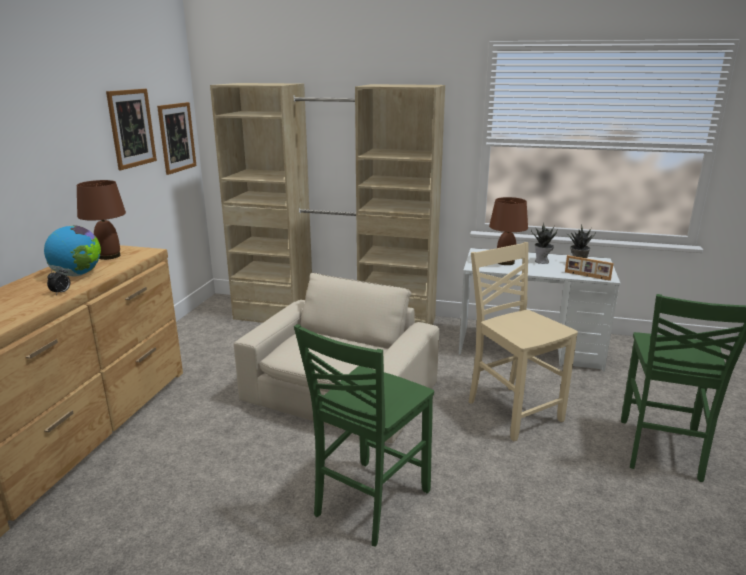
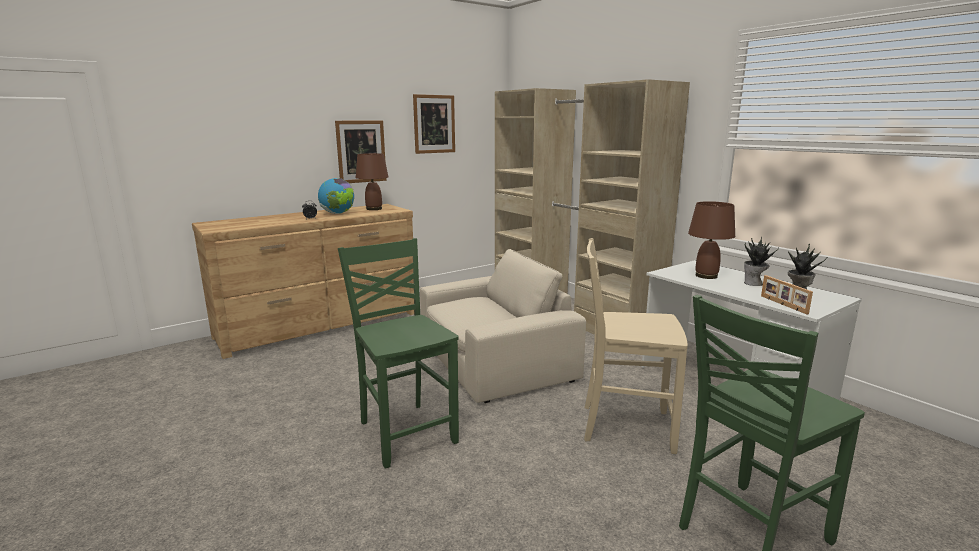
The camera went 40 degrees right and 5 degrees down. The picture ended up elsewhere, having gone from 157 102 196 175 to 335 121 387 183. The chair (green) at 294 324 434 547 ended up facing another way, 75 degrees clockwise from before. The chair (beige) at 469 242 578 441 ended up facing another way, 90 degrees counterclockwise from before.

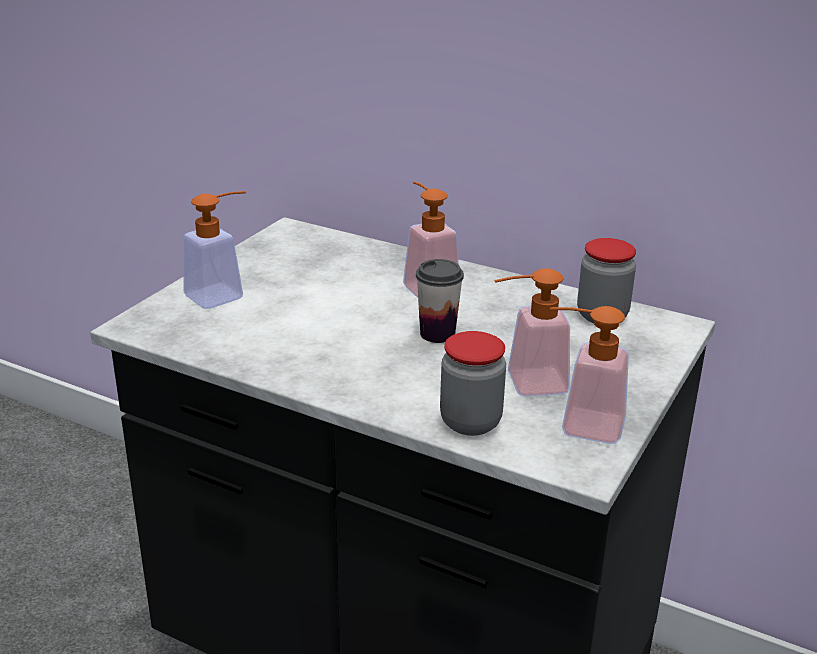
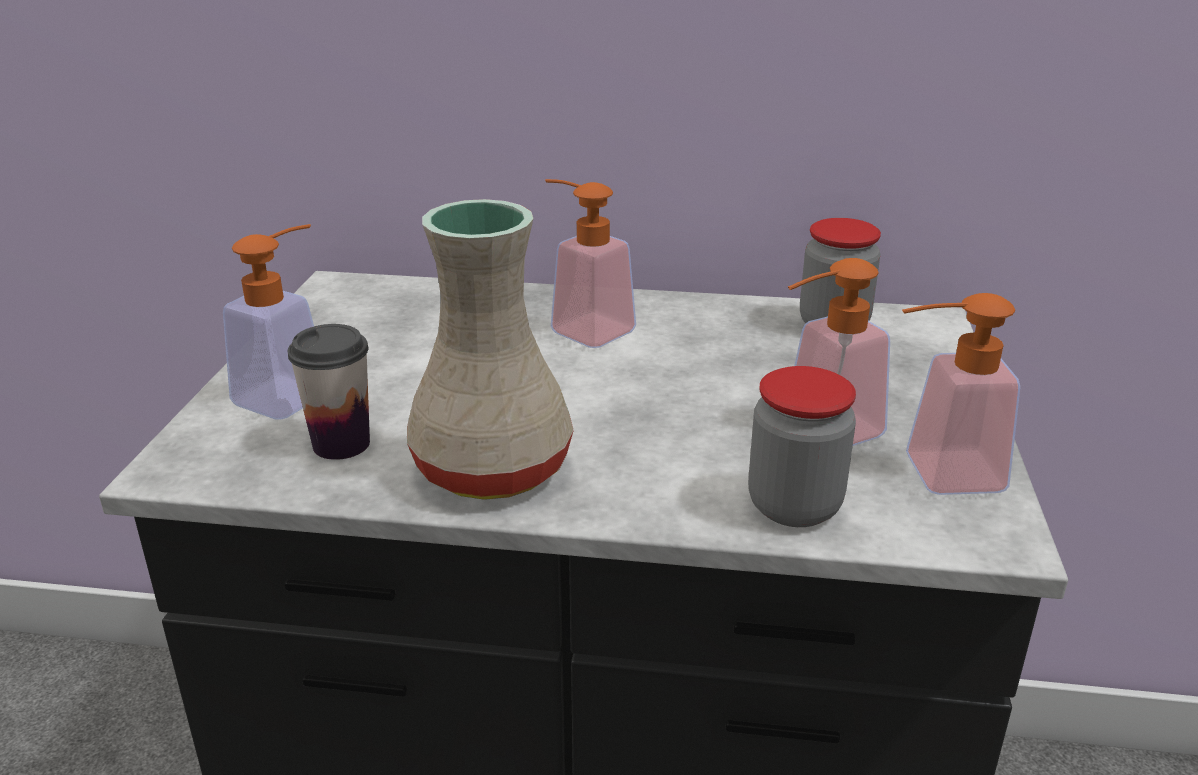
The camera went 20 degrees left and 0 degrees up. The cup ended up elsewhere, having gone from 416 259 464 343 to 288 324 370 460. The second view gained the vase (beige) at 407 199 574 500.

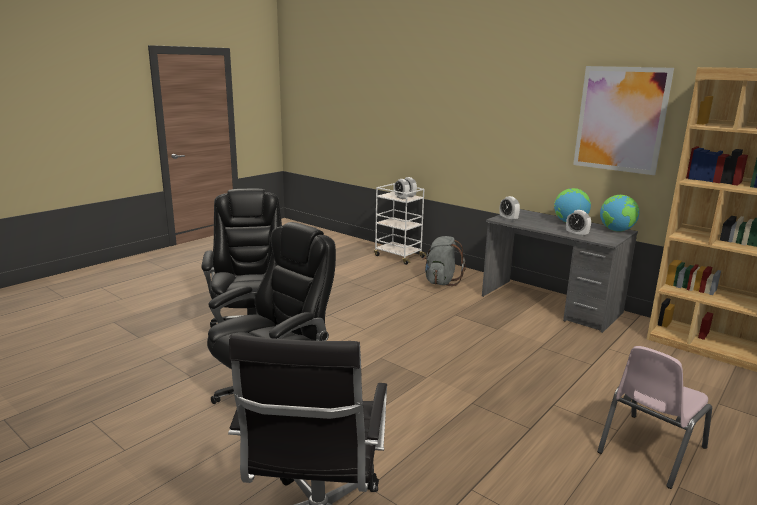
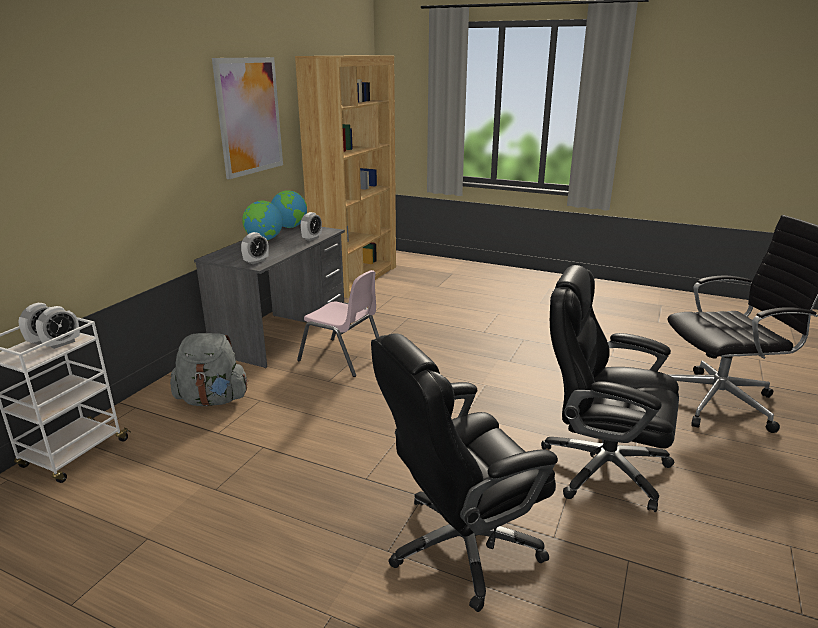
The camera went 105 degrees left and 5 degrees up. The chair (pink) ended up elsewhere, having gone from 597 346 712 489 to 297 270 379 377.

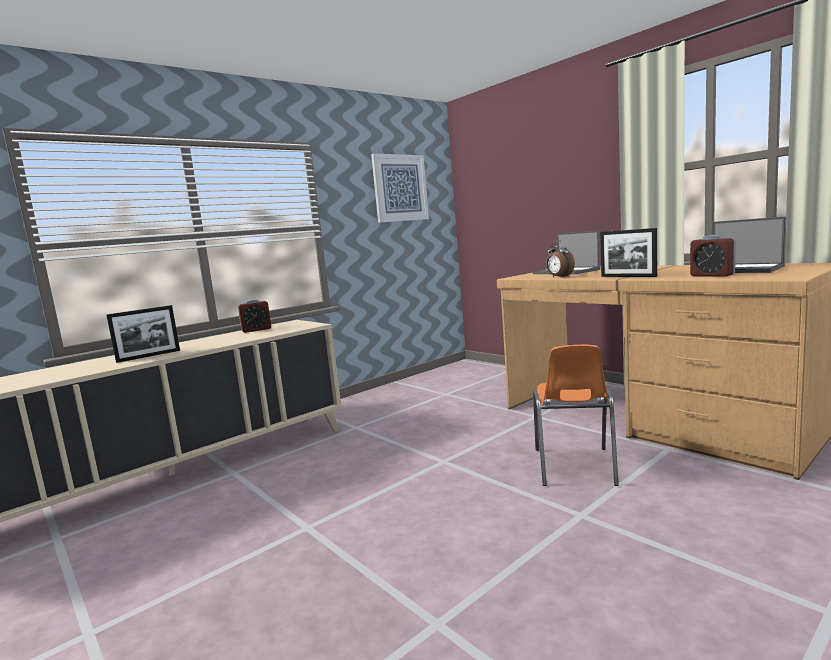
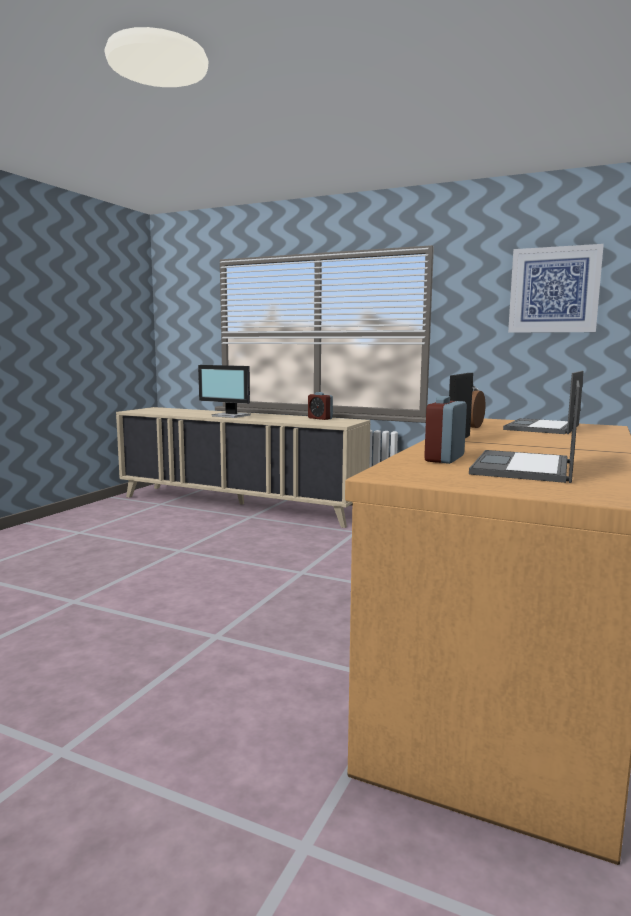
The camera went 65 degrees right and 0 degrees up. Where the picture frame stood at 106 305 180 363, the monitor came to stand at 198 365 251 418. The second view lost the chair (orange) at 533 345 619 486.

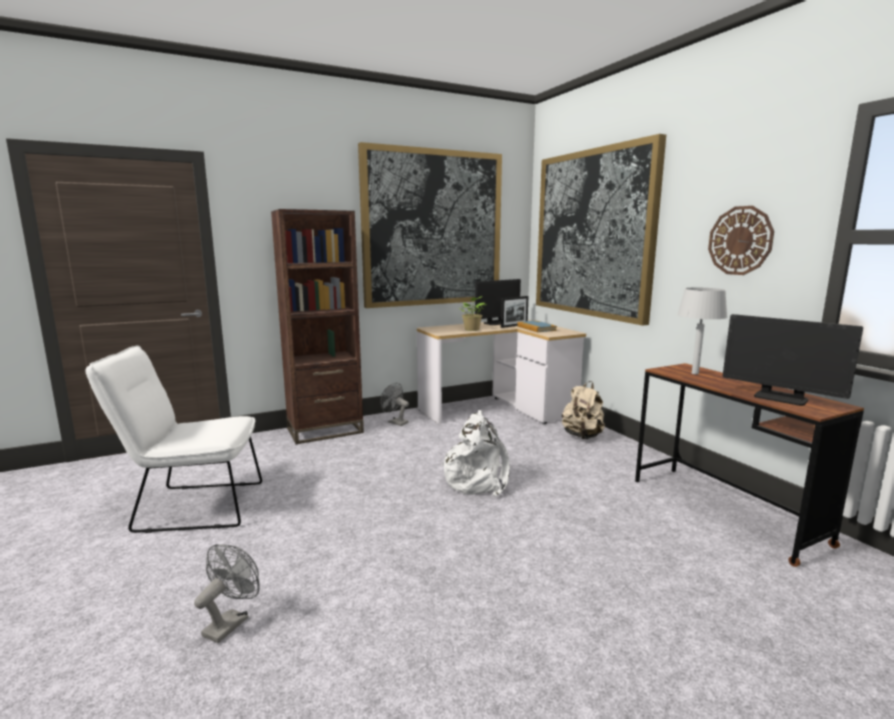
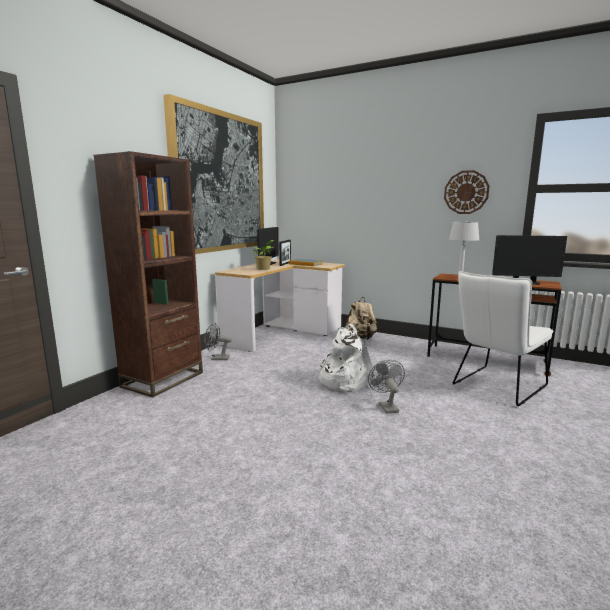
The camera went 35 degrees left and 0 degrees up. The chair (white) ended up elsewhere, having gone from 85 345 262 533 to 453 271 554 406. The fan (grey) ended up elsewhere, having gone from 194 544 260 643 to 368 360 405 414. The second view lost the picture at 536 134 666 326.

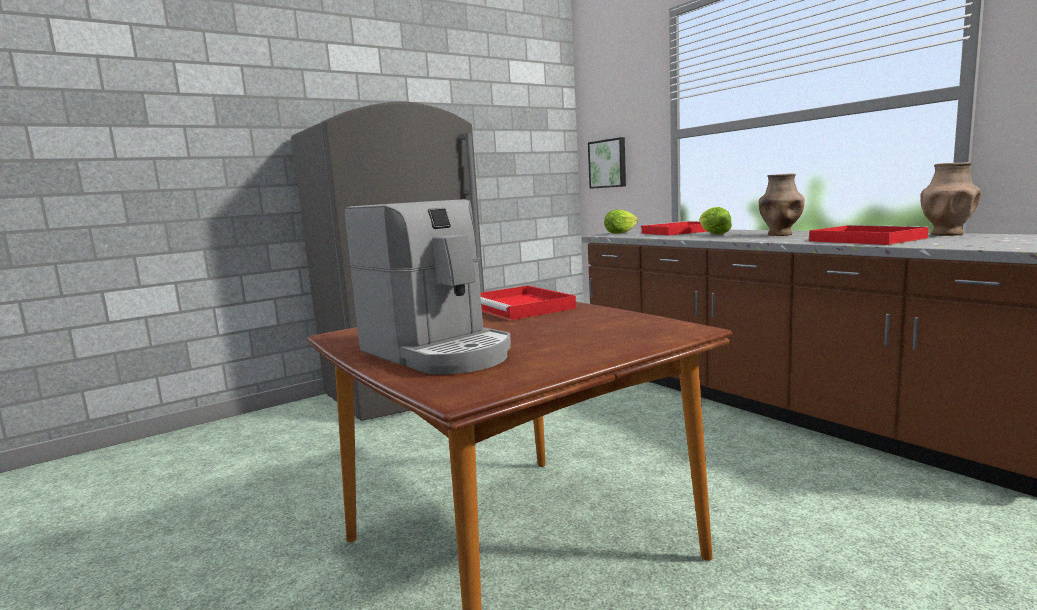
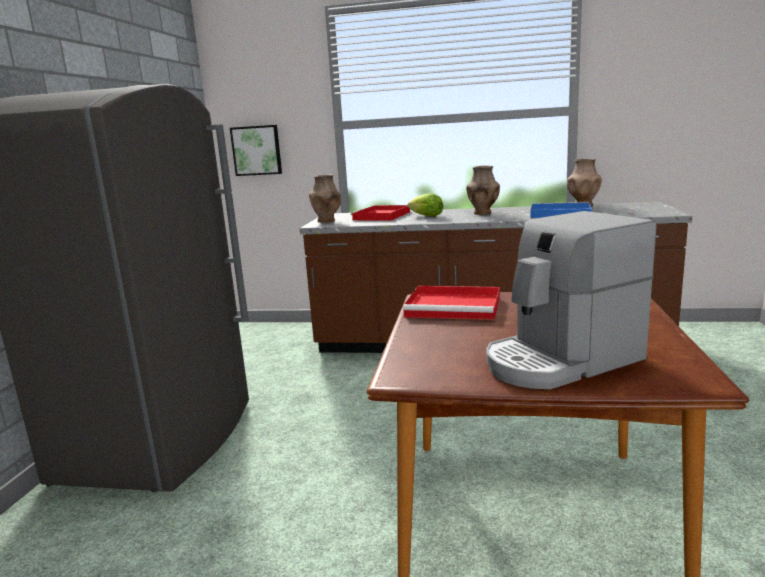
The camera went 45 degrees left and 5 degrees up. The coffee machine at 344 199 511 375 ended up facing another way, 150 degrees clockwise from before. Where the lettuce stood at 604 210 638 234, the vase (brown) came to stand at 309 174 341 223. What was the tray (red) at 809 225 930 245 turned into the tray (blue) at 530 202 592 218.

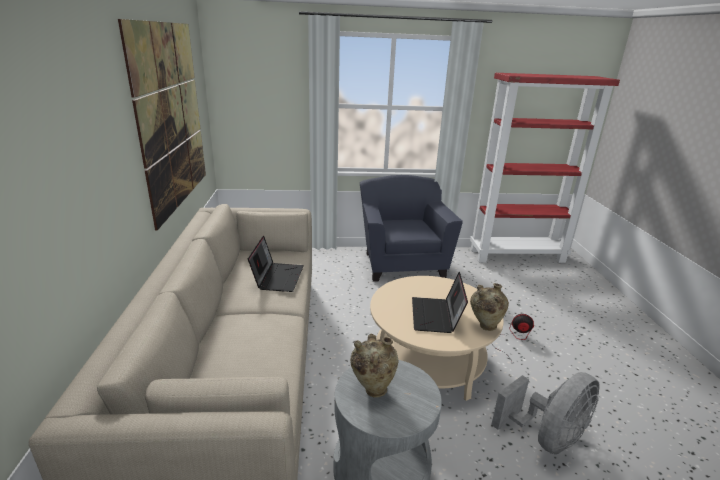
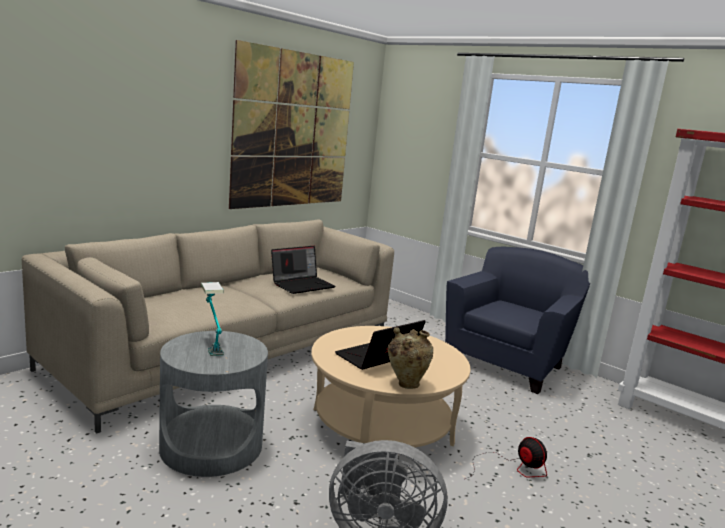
The camera went 45 degrees right and 10 degrees down. Where the vase (beige) stood at 350 333 399 398, the table lamp came to stand at 201 282 224 356.

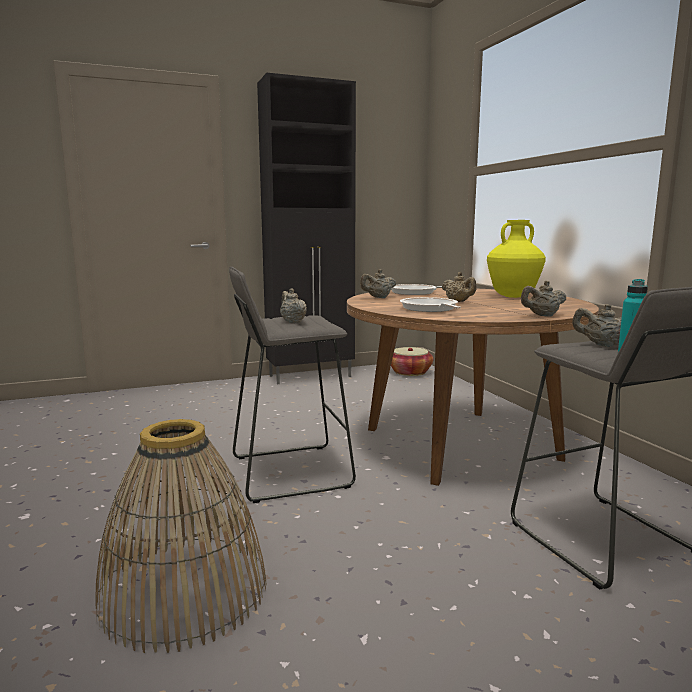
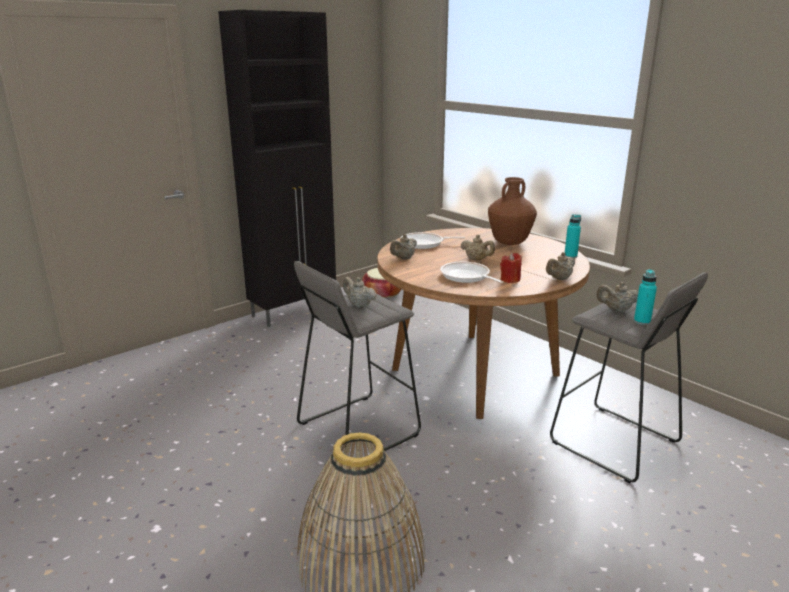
The camera went 20 degrees left and 10 degrees up. What was the vase (yellow) at 487 220 546 298 turned into the vase (brown) at 488 177 537 245. The second view gained the candle (red) at 500 253 522 283. The second view gained the bottle (turquoise) at 565 214 581 258.

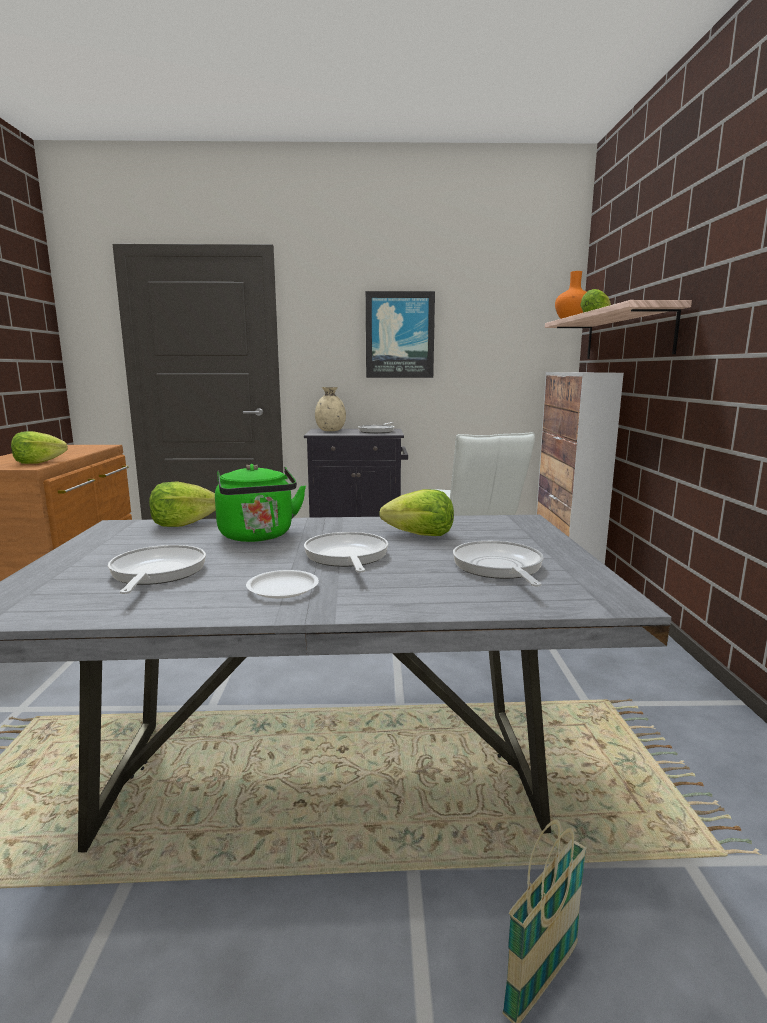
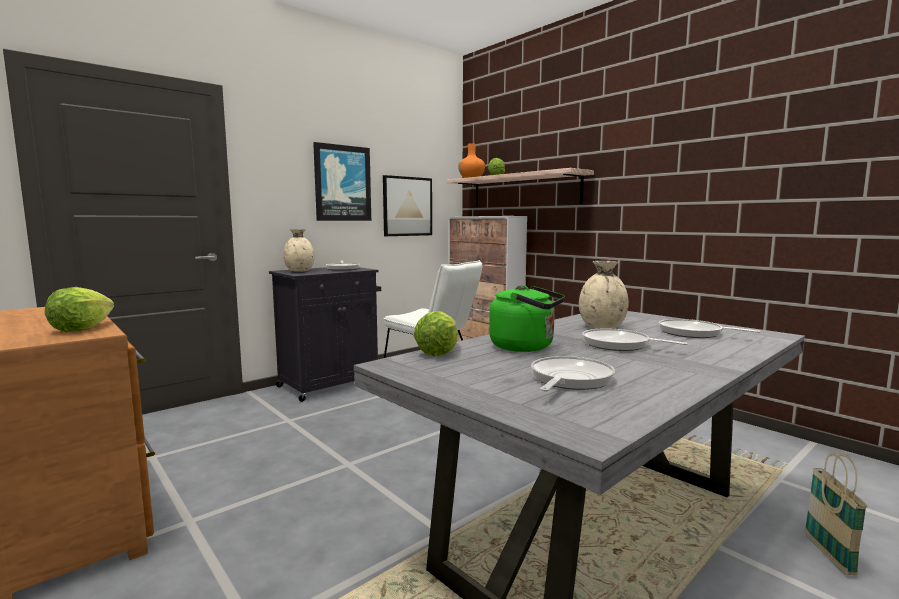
The camera went 40 degrees left and 5 degrees down. The frying pan at 108 545 206 594 ended up facing another way, 75 degrees clockwise from before. The second view lost the plate (white) at 246 570 319 598. Where the lettuce stood at 380 489 454 536, the vase (beige) came to stand at 579 261 629 329. The second view gained the picture at 383 175 432 236.

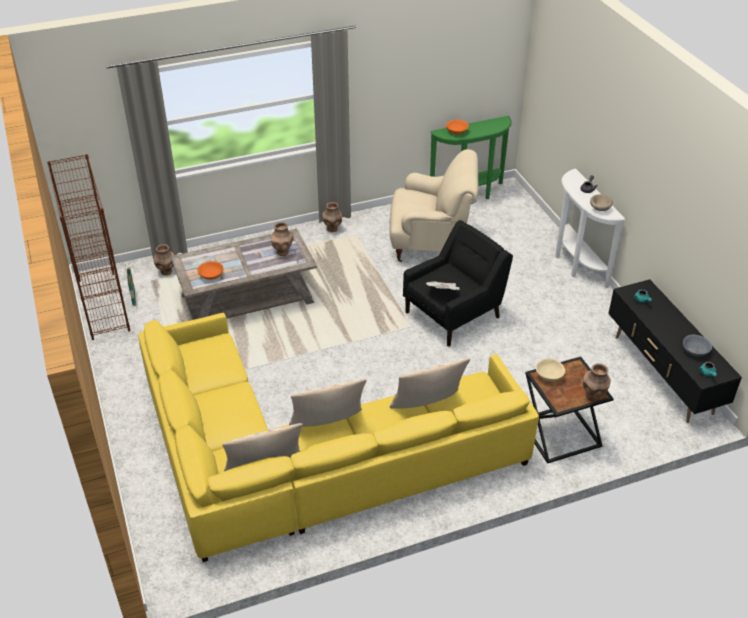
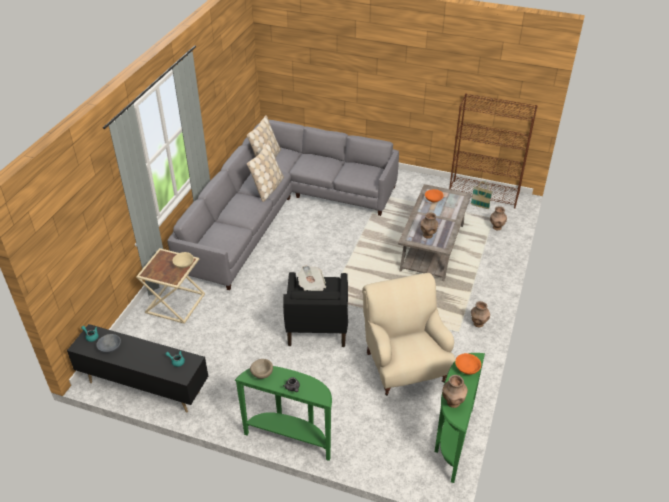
The camera went 130 degrees right and 0 degrees up. What was the sofa (yellow) at 138 313 539 562 turned into the sofa (grey) at 167 120 399 290. The armchair (beige) at 389 149 478 262 ended up facing another way, 120 degrees clockwise from before. The second view lost the pillow (beige) at 390 358 470 409. What was the side table (black) at 525 357 614 464 turned into the side table (beige) at 136 248 205 324. What was the console table (white) at 555 168 625 288 turned into the console table (green) at 234 366 332 461. The vase (brown) ended up elsewhere, having gone from 583 363 611 401 to 442 375 468 408.

